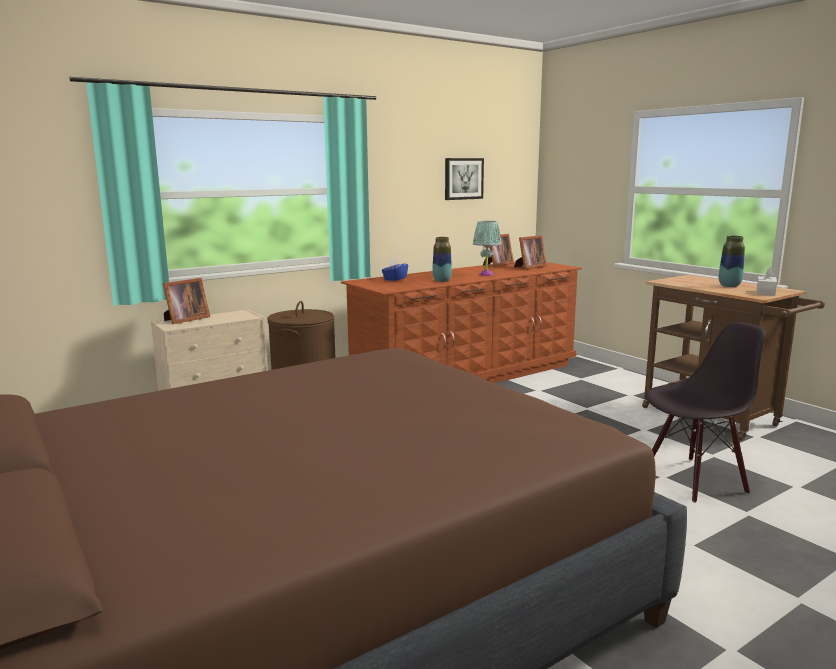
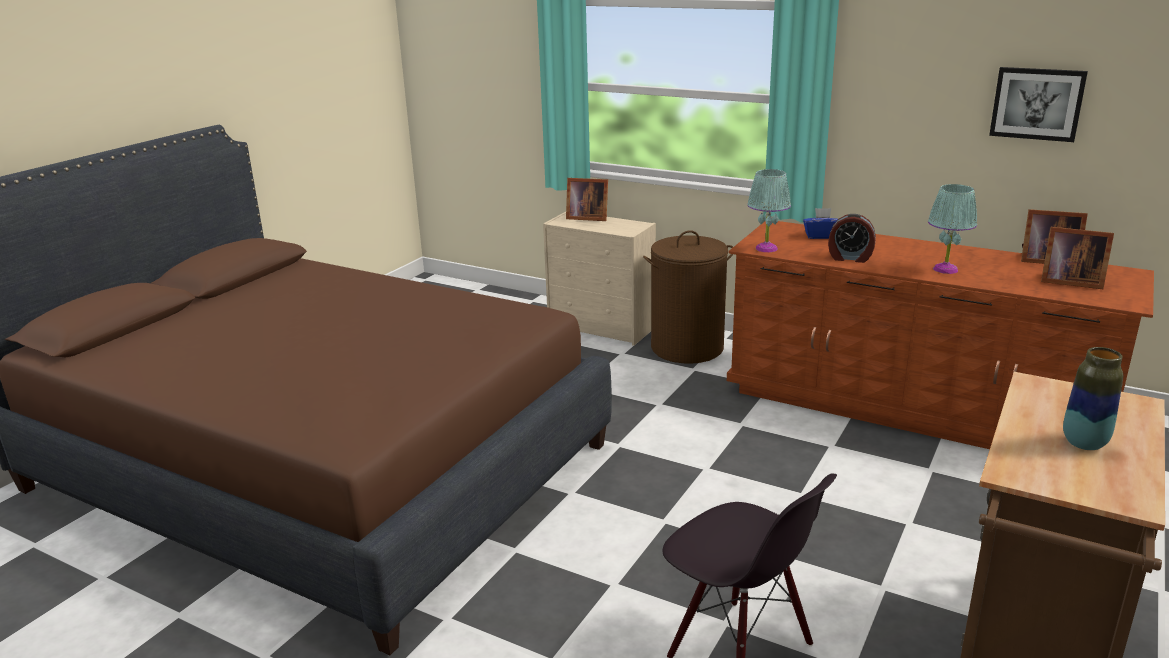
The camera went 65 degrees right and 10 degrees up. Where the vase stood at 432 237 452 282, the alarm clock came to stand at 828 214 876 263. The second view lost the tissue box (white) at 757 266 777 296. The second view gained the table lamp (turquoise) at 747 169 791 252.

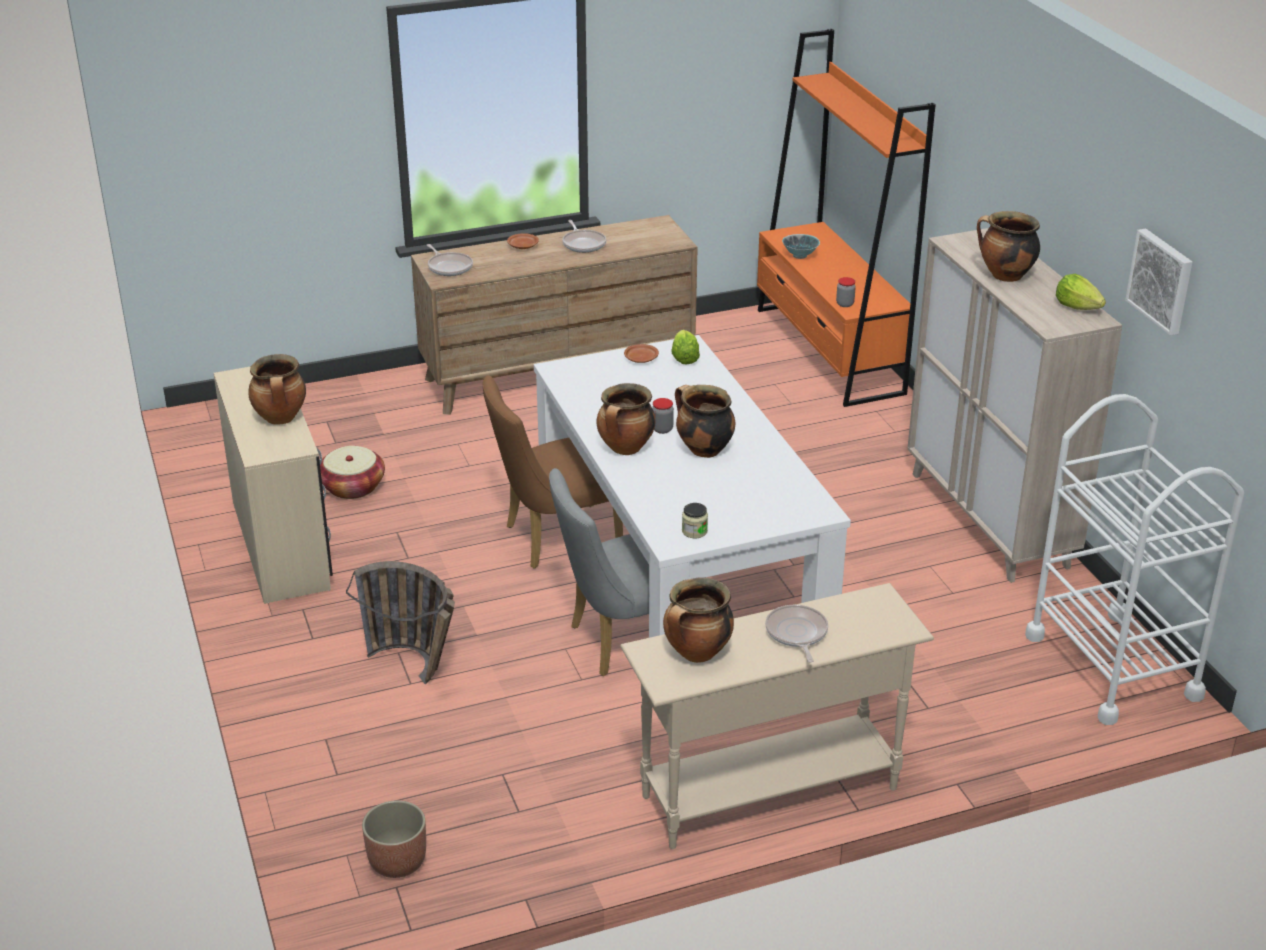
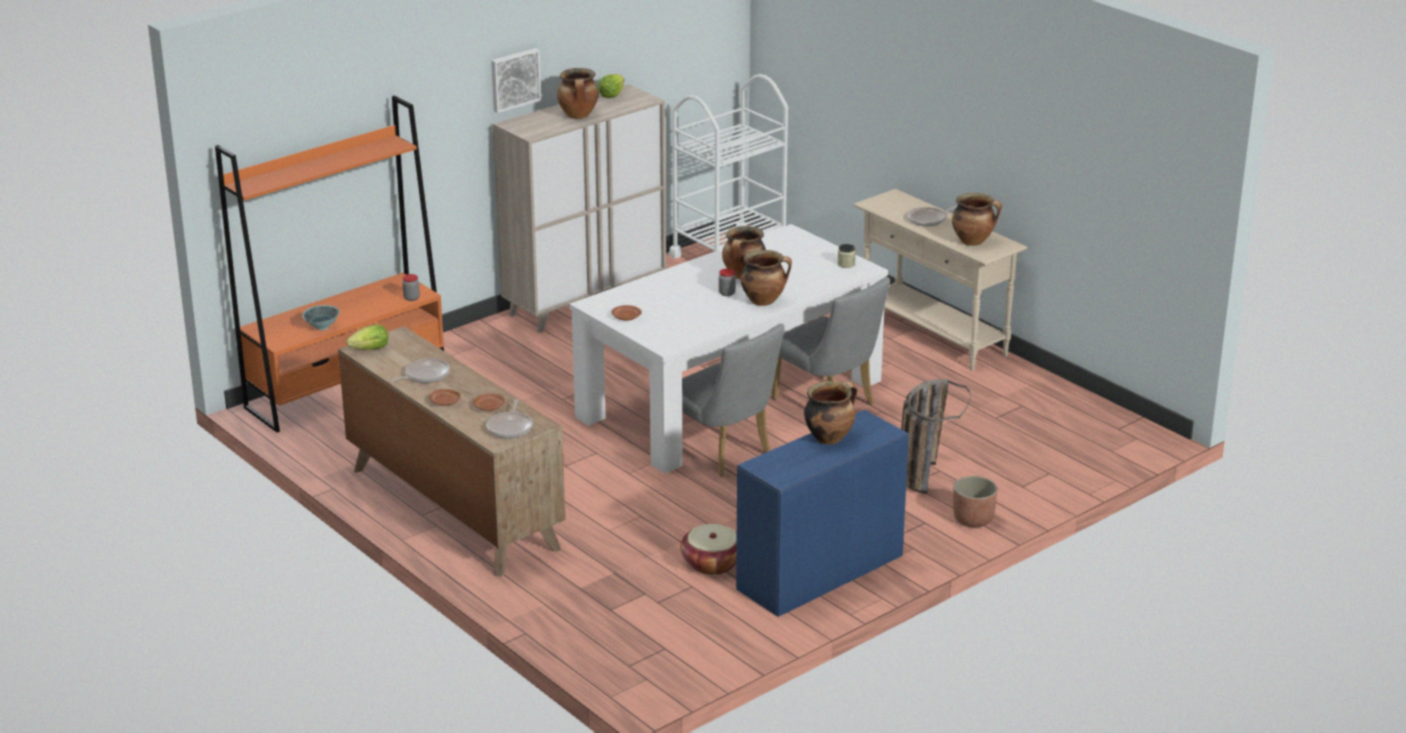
The camera went 110 degrees left and 5 degrees down. What was the desk (beige) at 213 366 333 604 turned into the desk (blue) at 736 410 909 617. The planter ended up elsewhere, having gone from 362 800 426 878 to 953 476 998 527. The frying pan at 426 244 473 276 ended up facing another way, 150 degrees clockwise from before. What was the chair (brown) at 483 375 623 568 turned into the chair (grey) at 682 324 785 477. The lettuce ended up elsewhere, having gone from 671 330 700 365 to 346 325 388 350. The picture ended up elsewhere, having gone from 1125 228 1192 335 to 491 48 541 113. The second view gained the plate (brown) at 473 393 505 411.

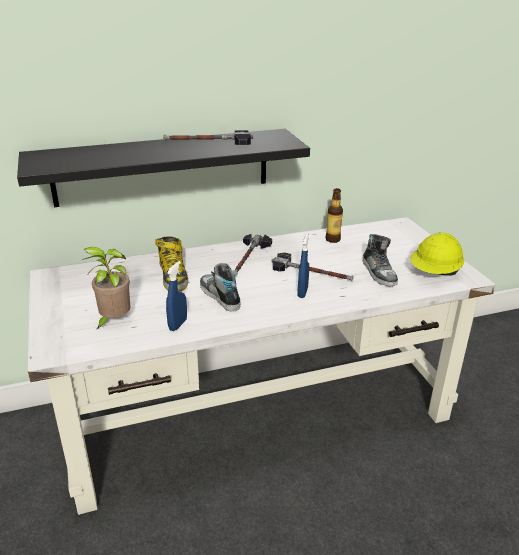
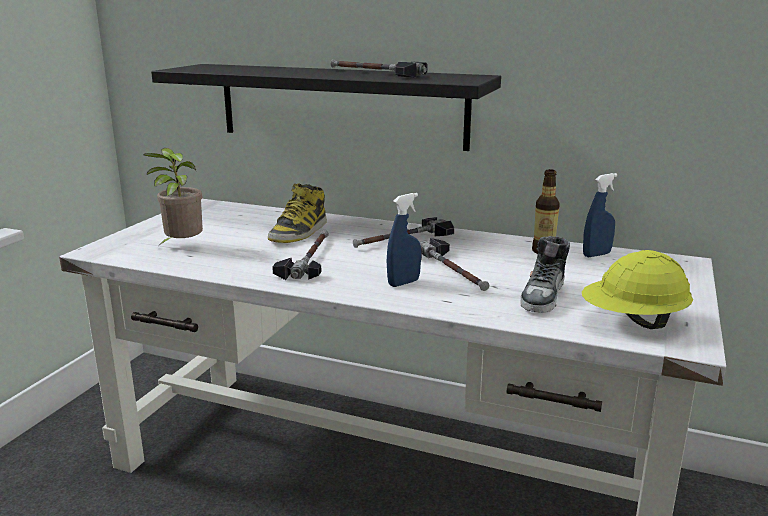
The camera went 40 degrees right and 10 degrees down. The spray bottle (blue) ended up elsewhere, having gone from 166 261 187 331 to 583 173 618 257. Where the shoe stood at 200 263 241 312, the hammer came to stand at 272 229 329 280.

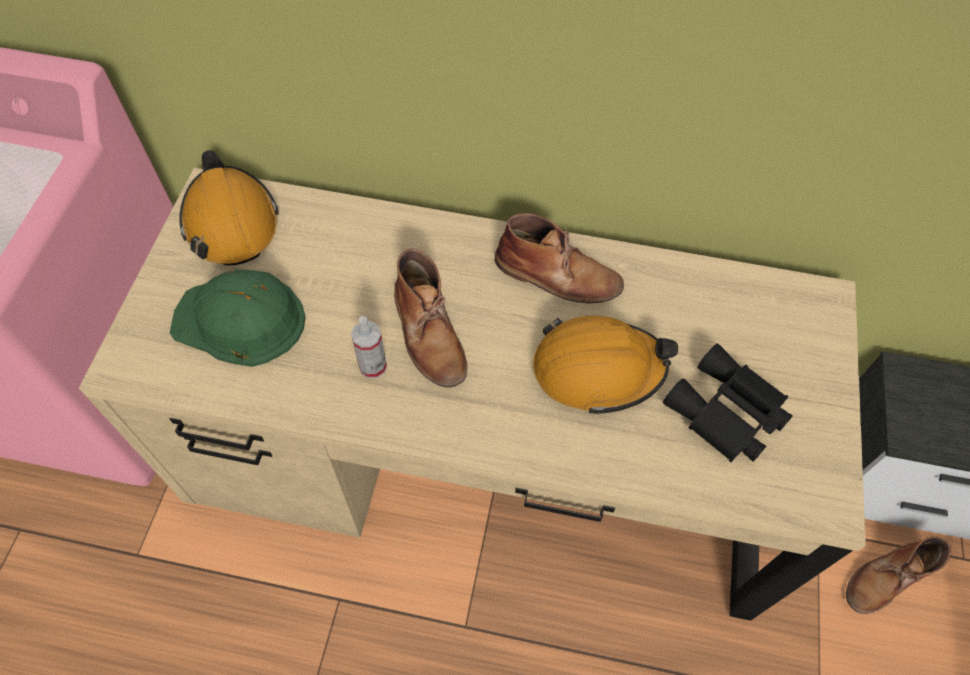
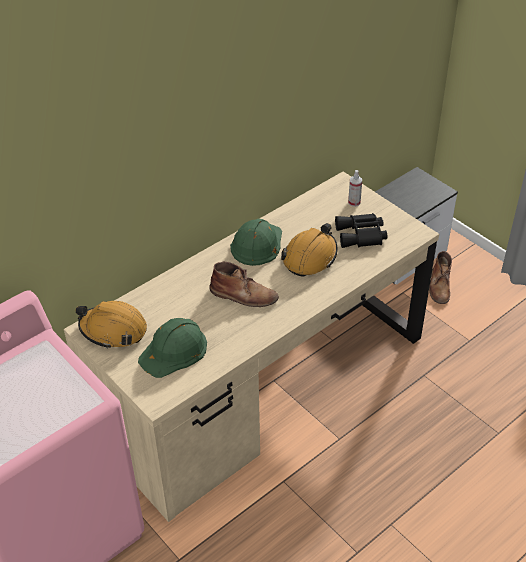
The camera went 50 degrees left and 15 degrees down. The spray bottle ended up elsewhere, having gone from 351 316 387 379 to 348 170 362 207. Where the boot (brown) stood at 495 213 624 304, the hard hat (green) came to stand at 230 219 282 266.

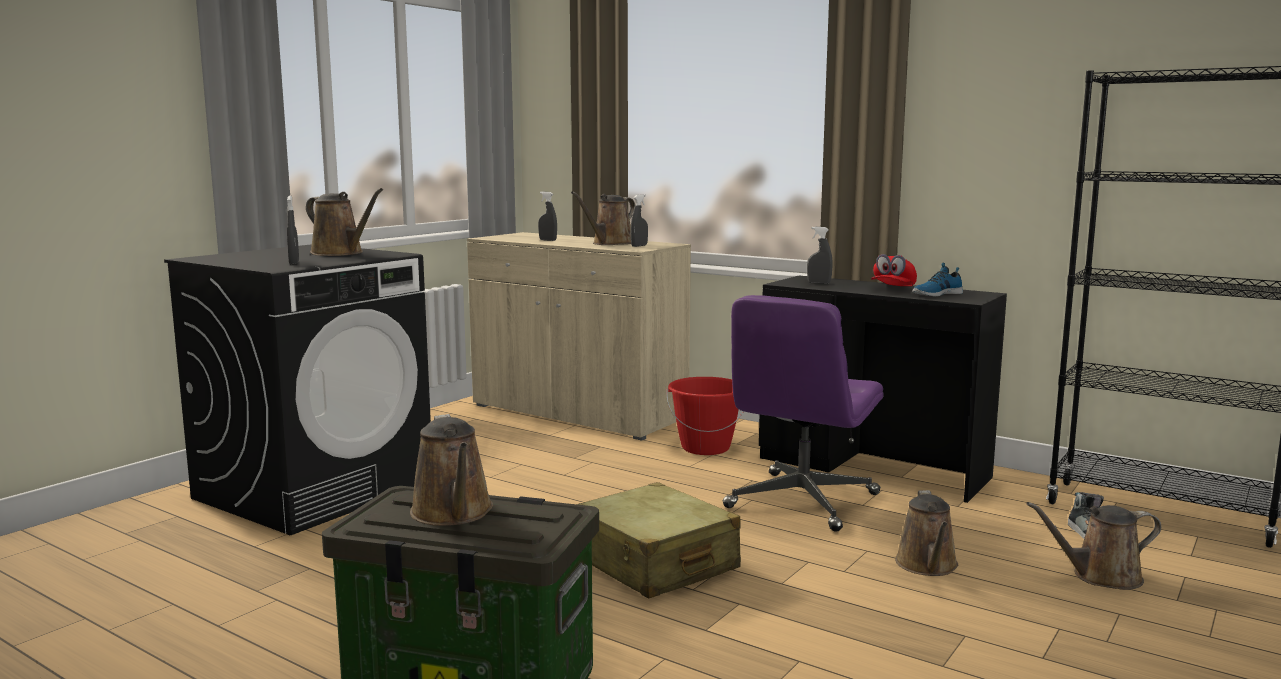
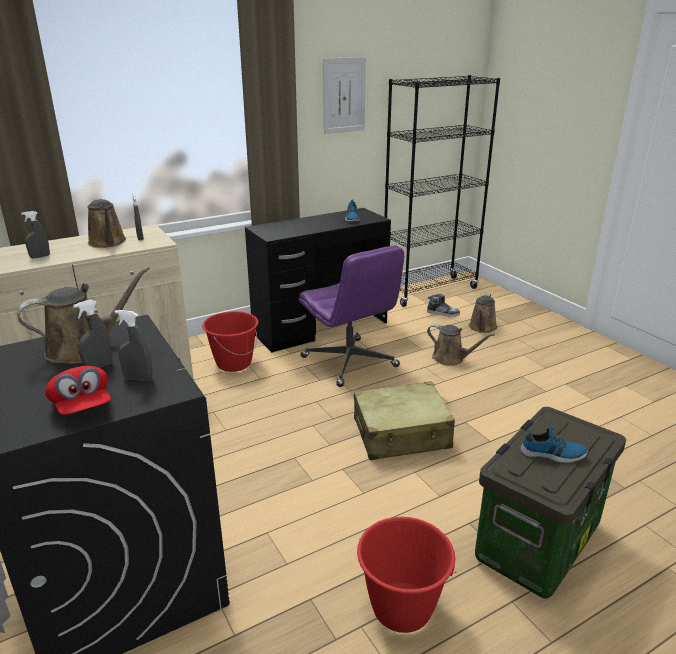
The camera went 65 degrees left and 15 degrees up. Where the watering can (brown) stood at 410 414 493 526, the shoe came to stand at 520 426 588 463. The spray bottle (grey) ended up elsewhere, having gone from 807 227 832 284 to 73 299 113 368. The cap (red) ended up elsewhere, having gone from 871 254 917 286 to 45 366 111 415. The second view gained the picture at 323 57 366 134. The second view gained the bucket (red) at 357 517 457 633.

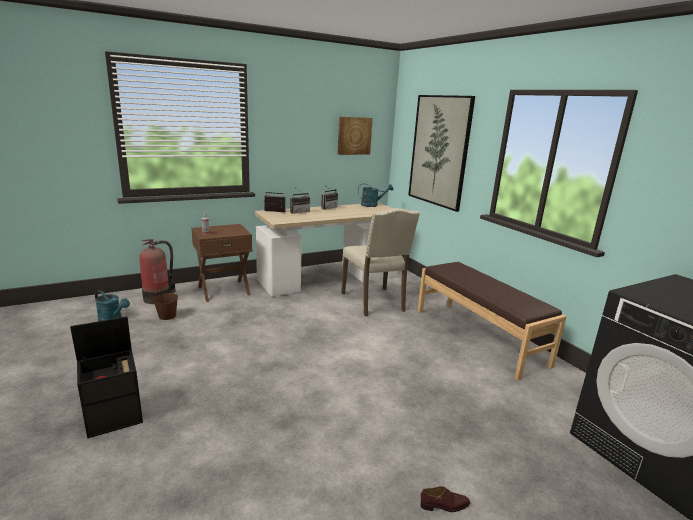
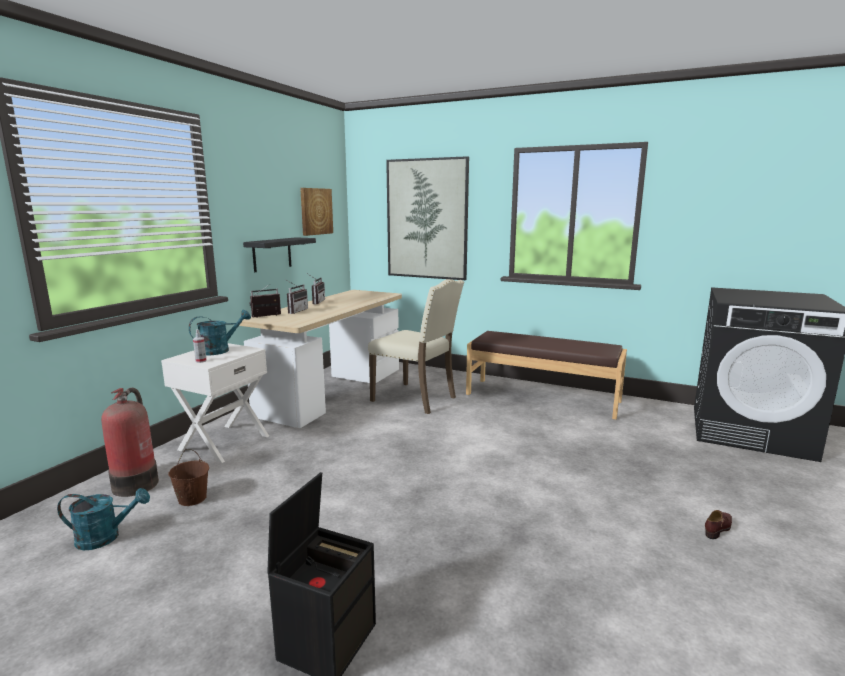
The camera went 35 degrees left and 5 degrees down. What was the nightstand (brown) at 191 224 252 302 turned into the nightstand (white) at 161 343 269 463. The watering can (turquoise) ended up elsewhere, having gone from 358 184 393 207 to 189 310 251 356. The second view gained the shelf (black) at 243 237 316 272.

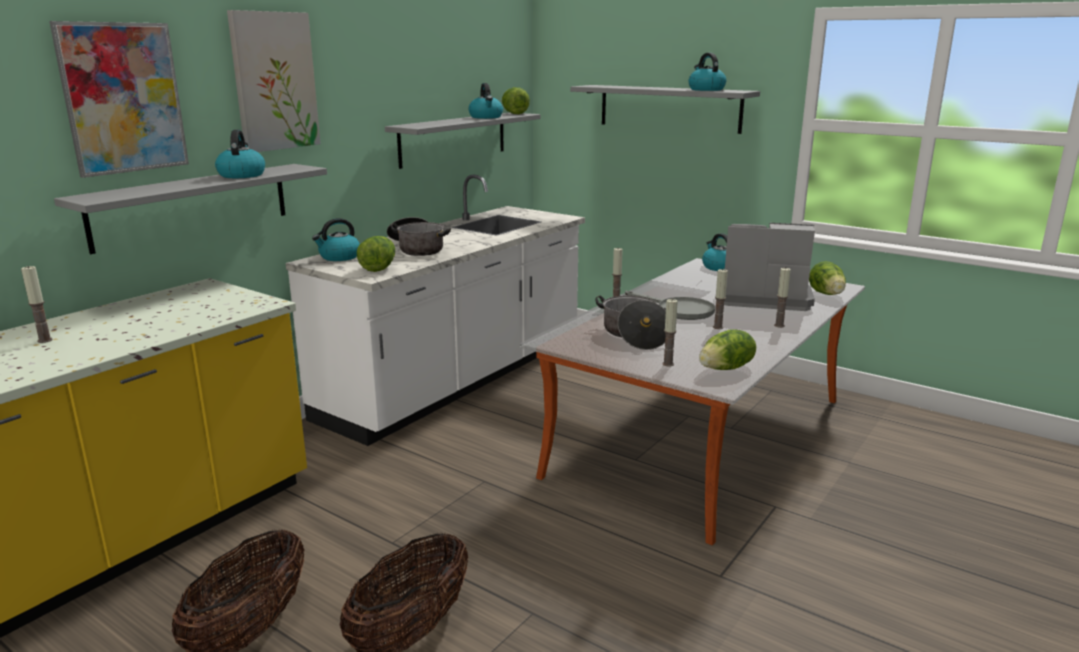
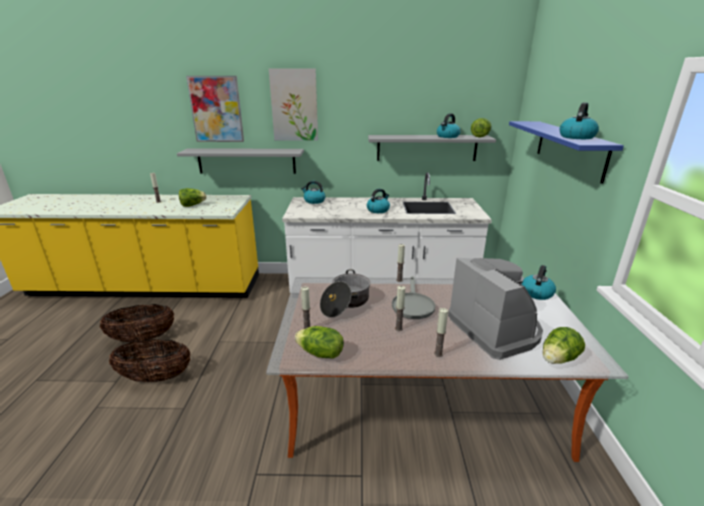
The camera went 55 degrees right and 5 degrees up. The kettle ended up elsewhere, having gone from 215 130 265 178 to 367 189 390 213. The lettuce ended up elsewhere, having gone from 357 236 395 272 to 179 188 206 207. The second view lost the cooking pot at 387 217 451 256. What was the shelf (grey) at 570 85 760 134 turned into the shelf (blue) at 509 121 624 184.

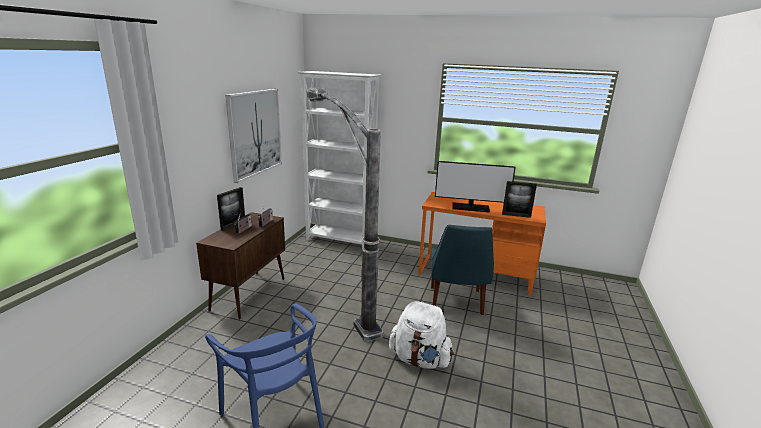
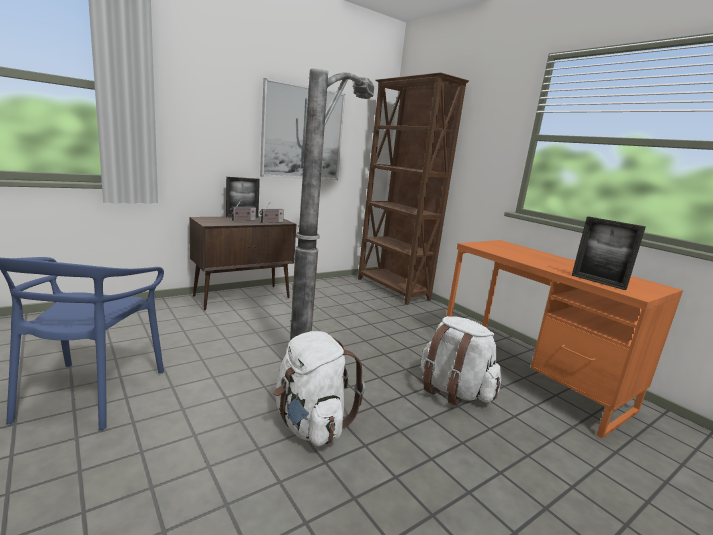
The camera went 35 degrees right and 5 degrees down. What was the bookcase (white) at 297 71 381 248 turned into the bookcase (brown) at 358 72 469 305. Where the chair (blue) stood at 431 225 494 315, the backpack (white) came to stand at 421 316 501 406. The second view lost the monitor at 435 161 516 213.

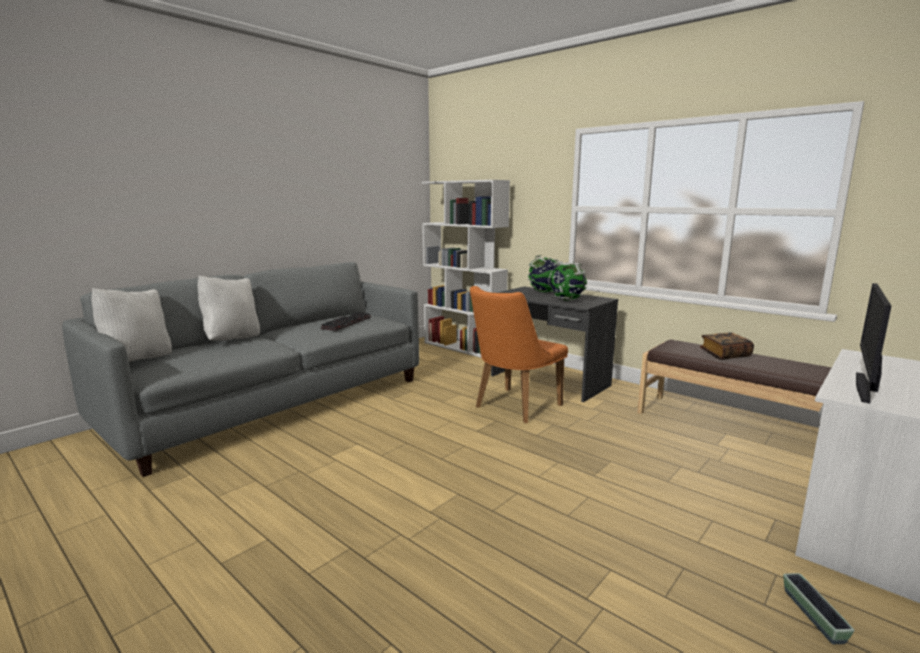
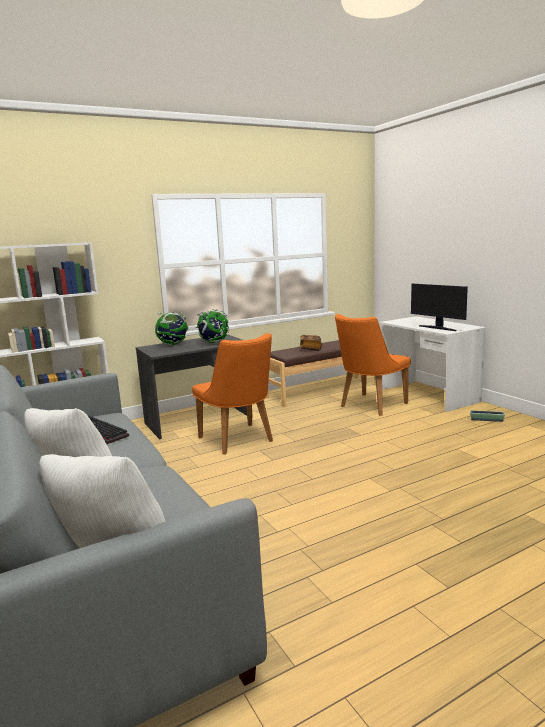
The camera went 70 degrees left and 0 degrees up. The second view gained the chair (orange) at 335 314 411 416.

